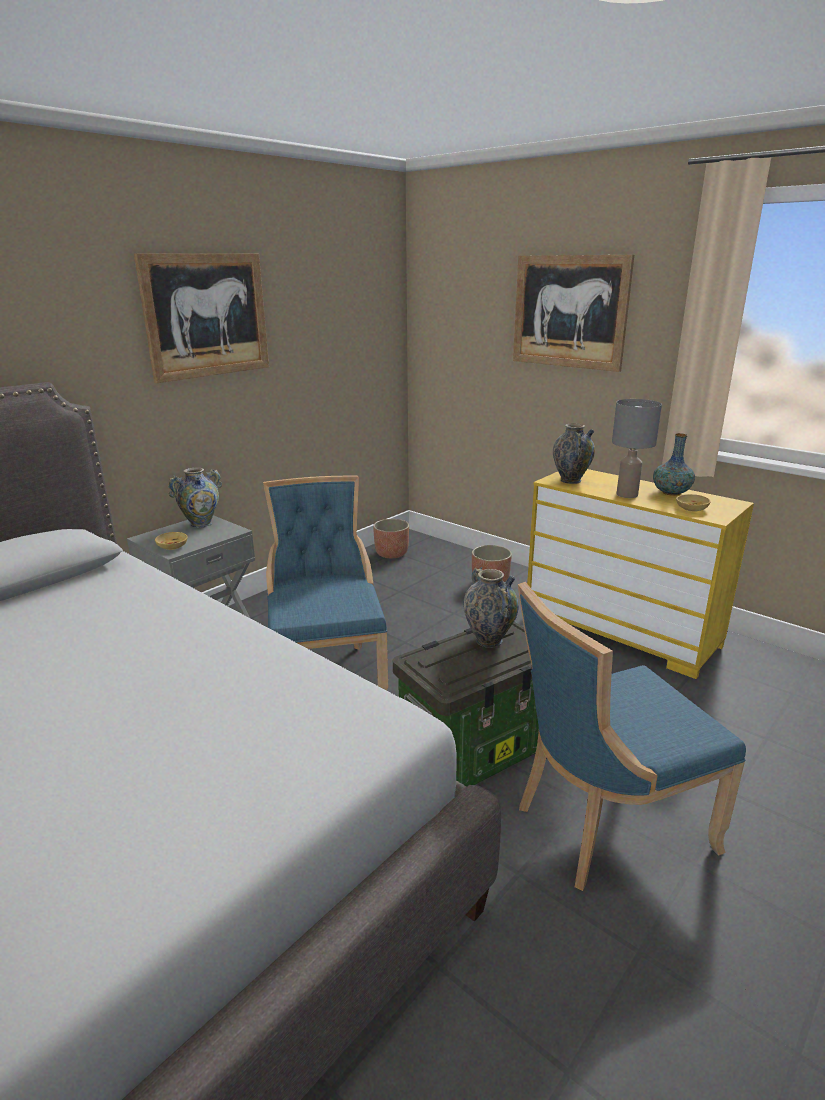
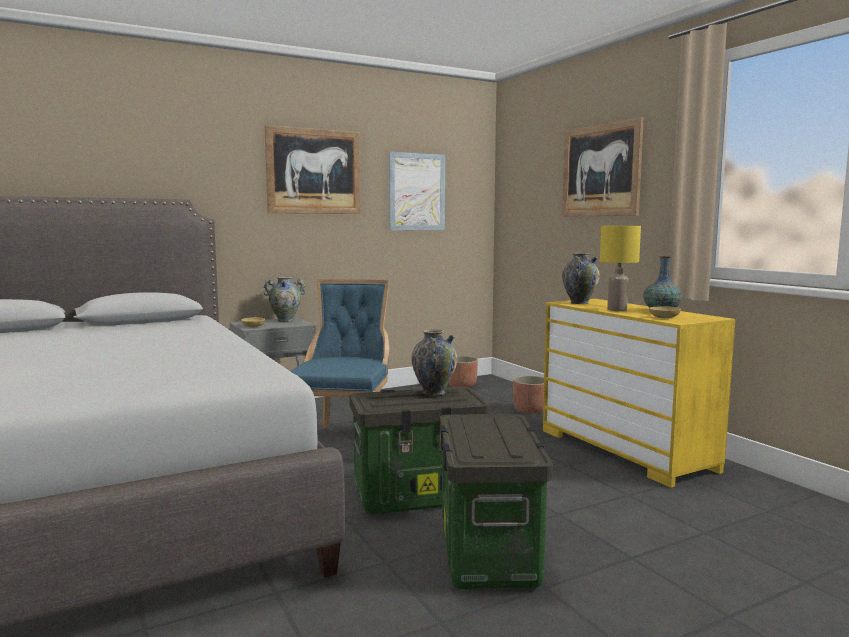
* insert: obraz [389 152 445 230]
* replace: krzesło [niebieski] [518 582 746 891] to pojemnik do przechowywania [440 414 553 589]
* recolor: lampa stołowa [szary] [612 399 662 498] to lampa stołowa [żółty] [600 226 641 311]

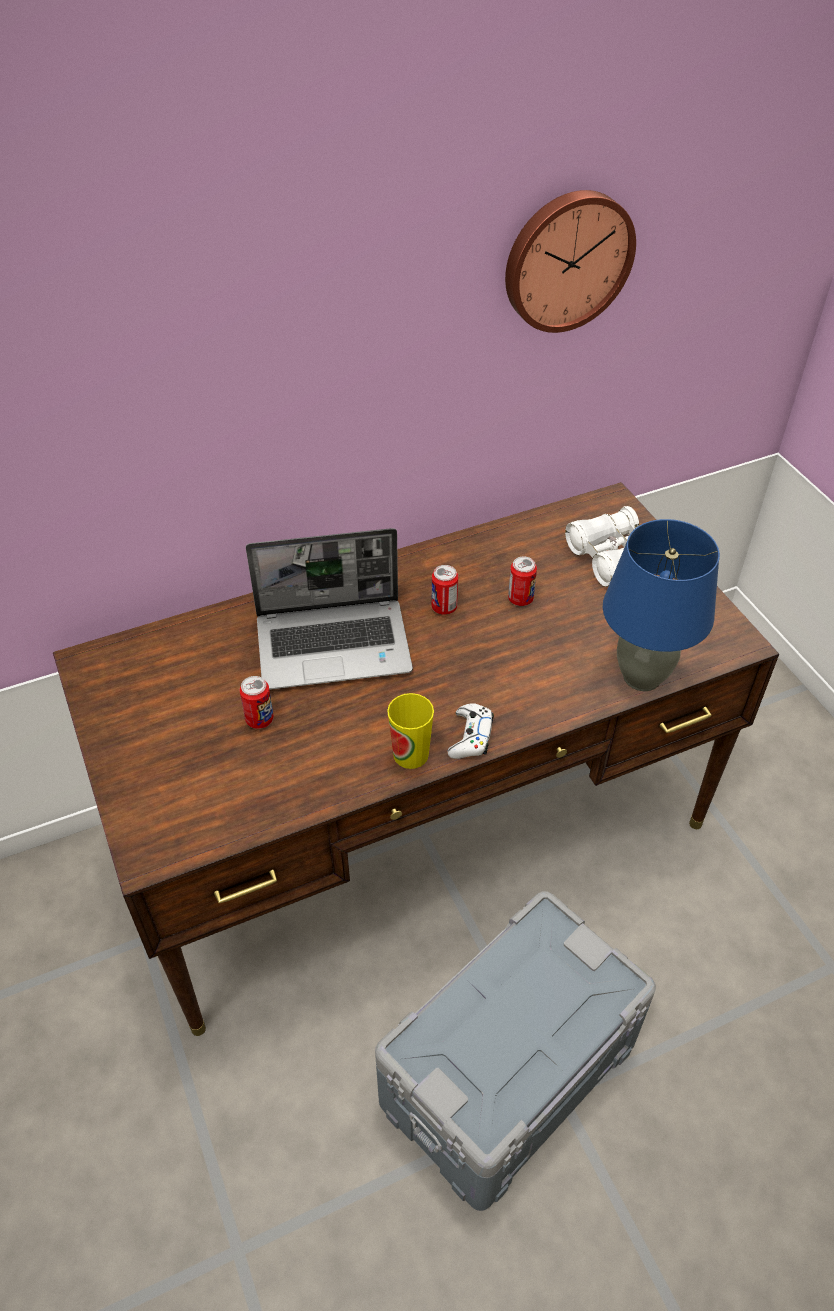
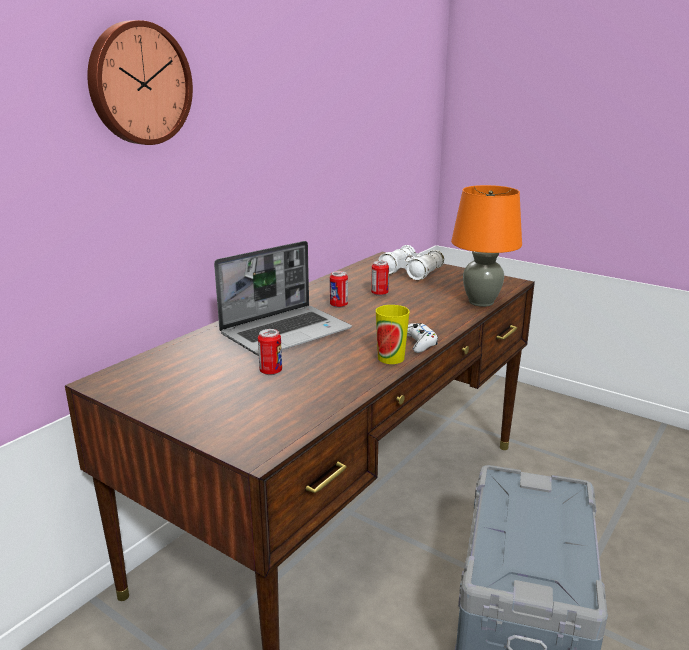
* move: zegar ścienny [505 190 636 333] to [87 20 193 145]
* recolor: lampa stołowa [niebieski] [603 519 720 691] to lampa stołowa [pomarańczowy] [451 185 522 307]

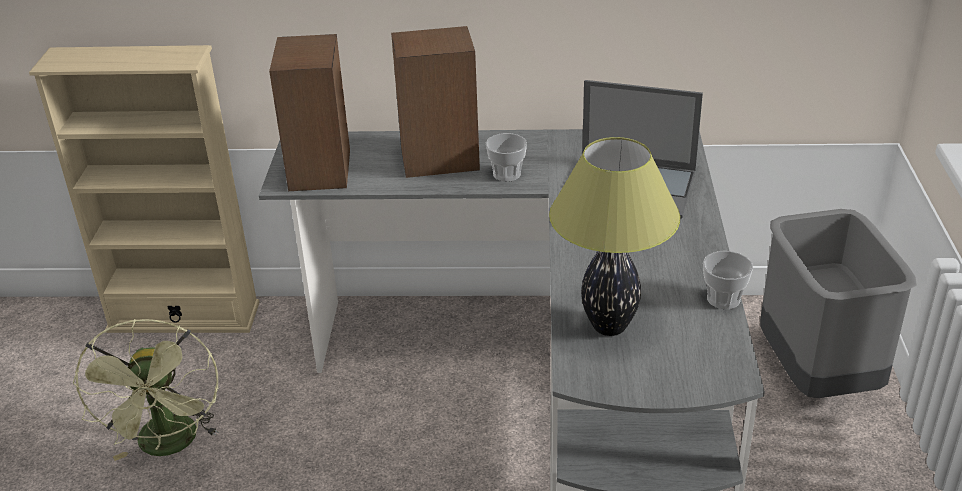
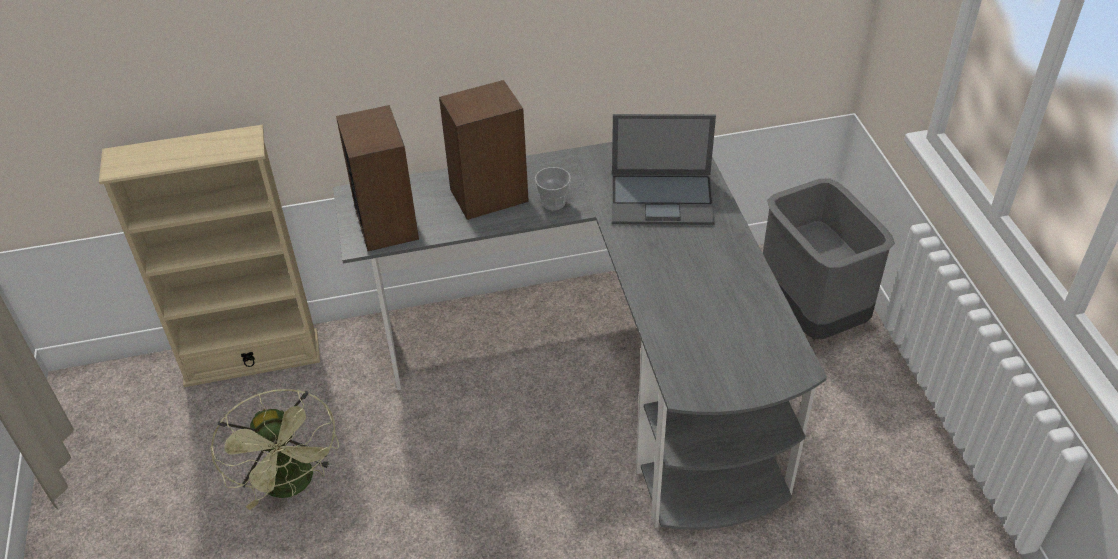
* delete: lampa stołowa [549 137 680 336]
* delete: filiżanka [703 251 753 309]

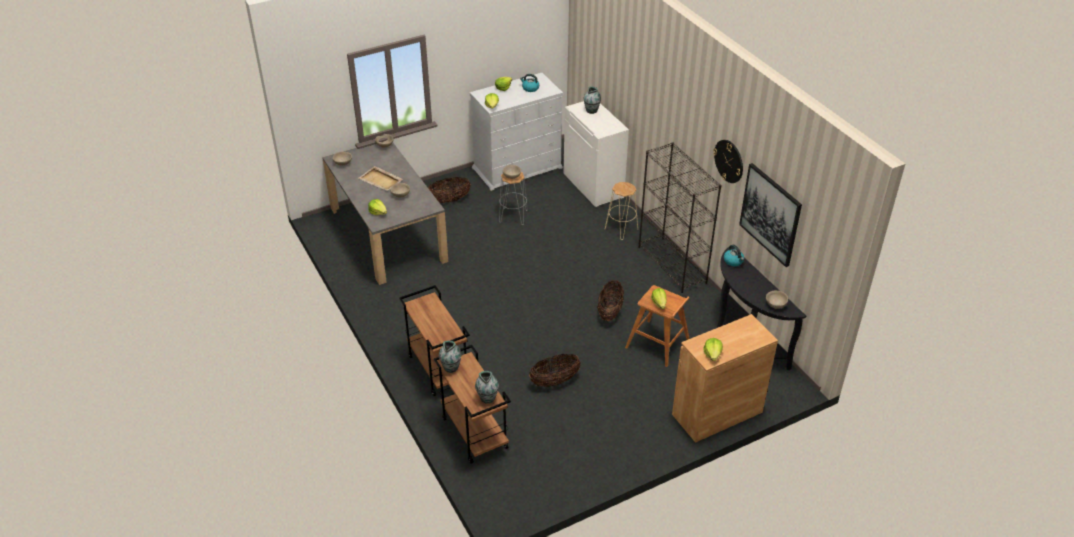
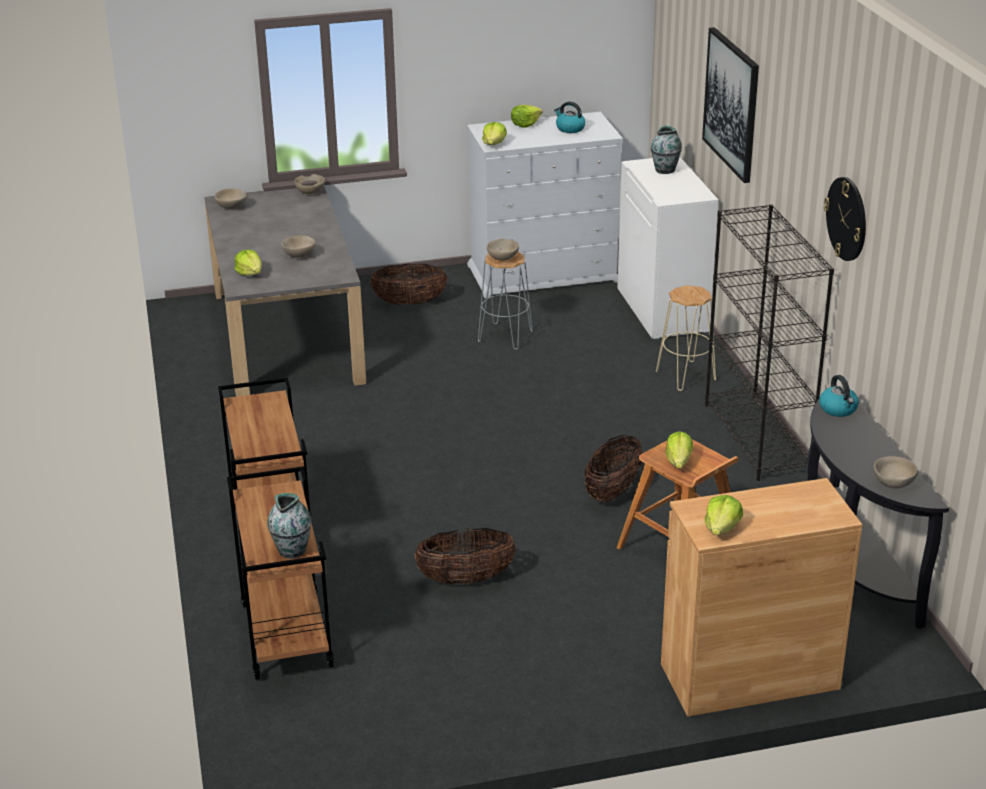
* move: obraz [739 163 802 267] to [702 27 759 183]
* delete: taca [beżowy] [358 166 403 191]
* delete: wazon [439 340 462 373]

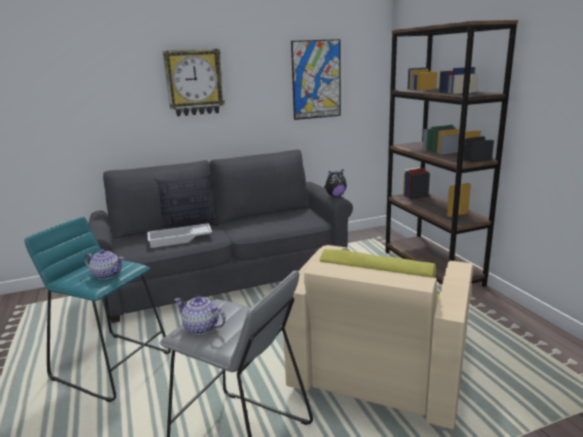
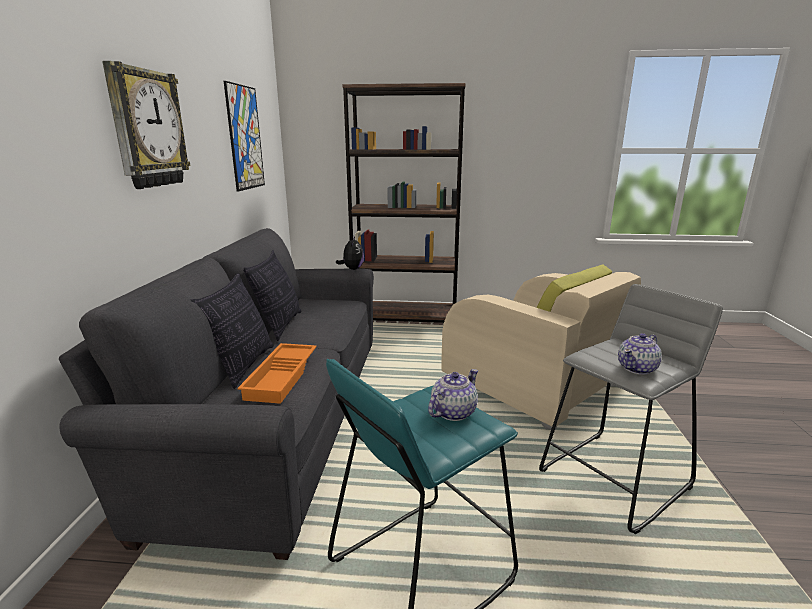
* recolor: taca [biały] [147 223 212 248] to taca [pomarańczowy] [237 343 317 404]
* insert: poduszka [243 250 302 341]

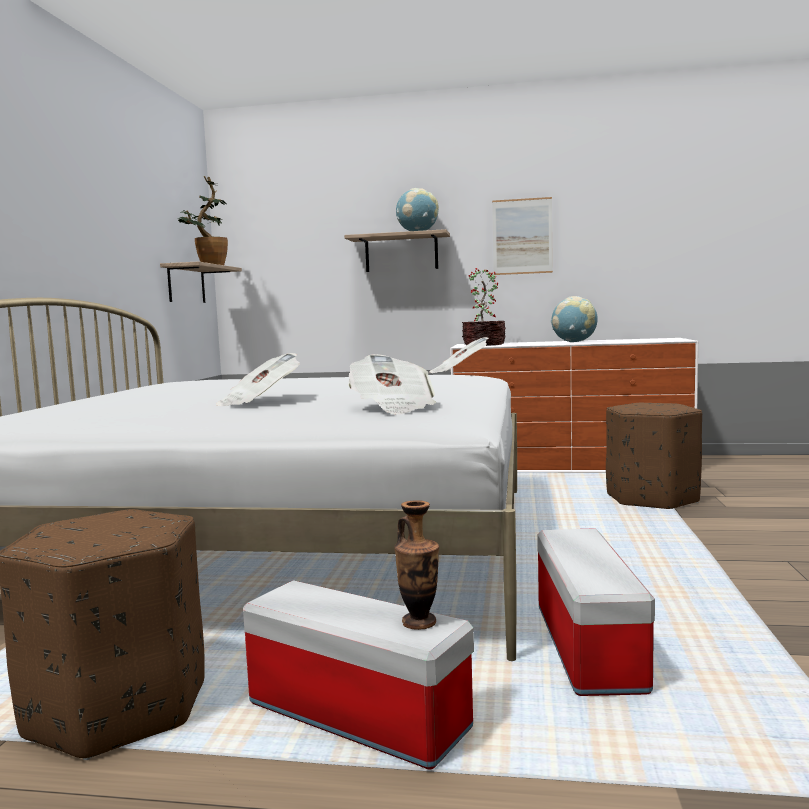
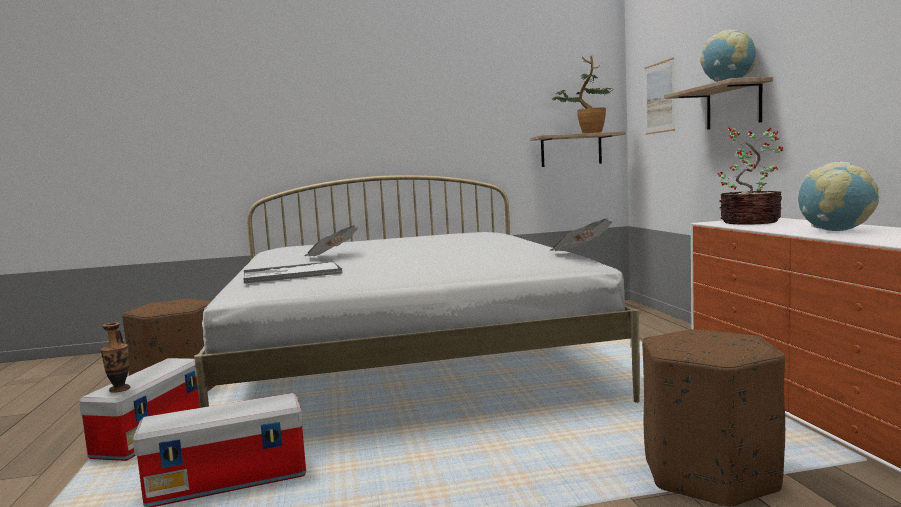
* replace: gazeta [348 354 436 414] to taca [243 261 343 283]
* move: obraz [492 197 553 275] to [645 58 675 135]

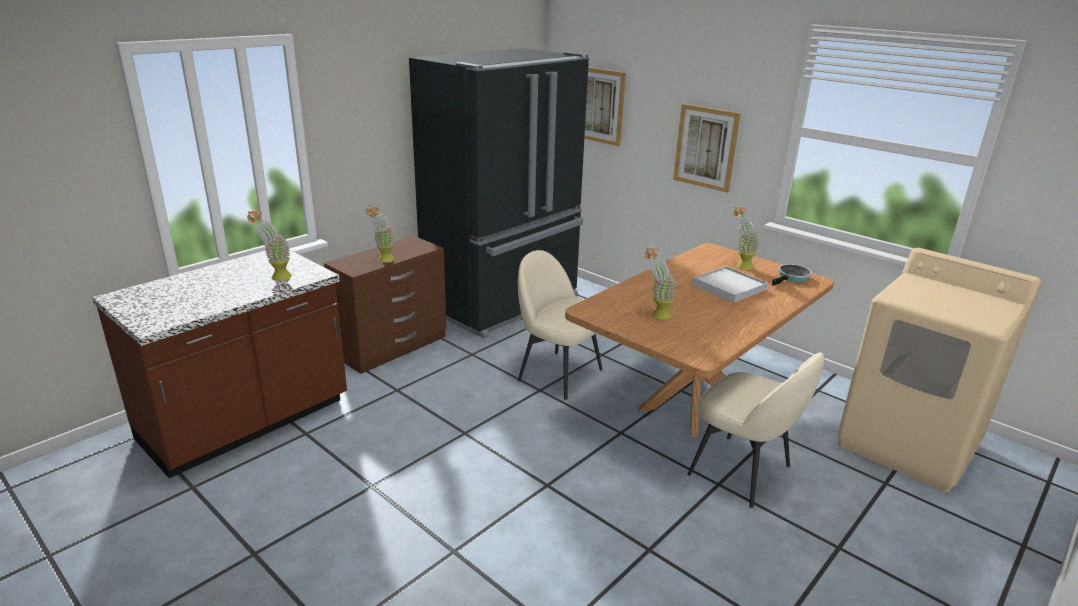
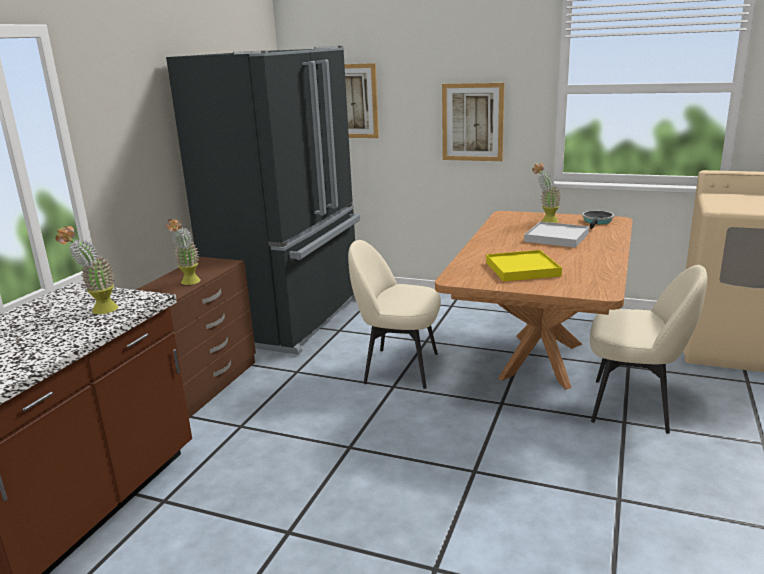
* replace: roślina doniczkowa [645 246 676 319] to taca [żółty] [486 250 562 282]

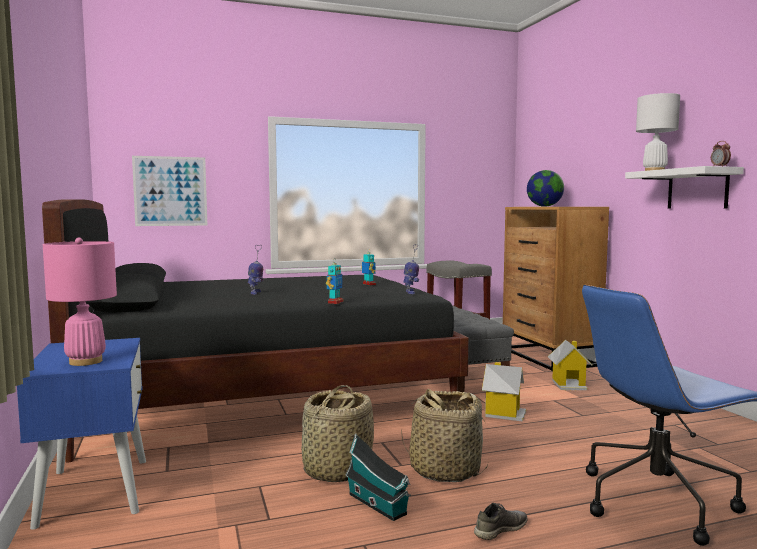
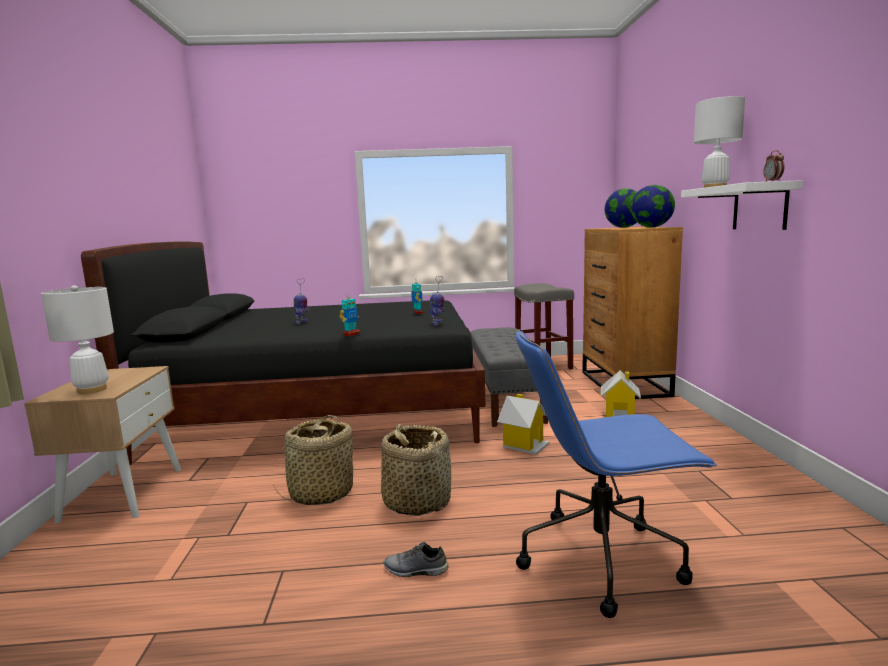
* recolor: szafka nocna [niebieski] [17 338 146 530] to szafka nocna [beżowy] [24 366 181 524]
* recolor: lampa stołowa [różowy] [43 238 117 366] to lampa stołowa [biały] [41 285 114 394]
* rotate: but [szary] [474 503 528 540] = [384 542 448 577] 150 degrees counterclockwise
* insert: globus [631 185 675 227]
* delete: obraz [132 156 207 226]
* delete: domek [345 434 411 521]

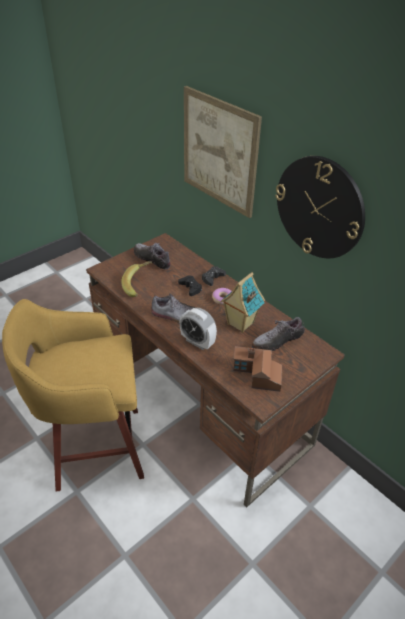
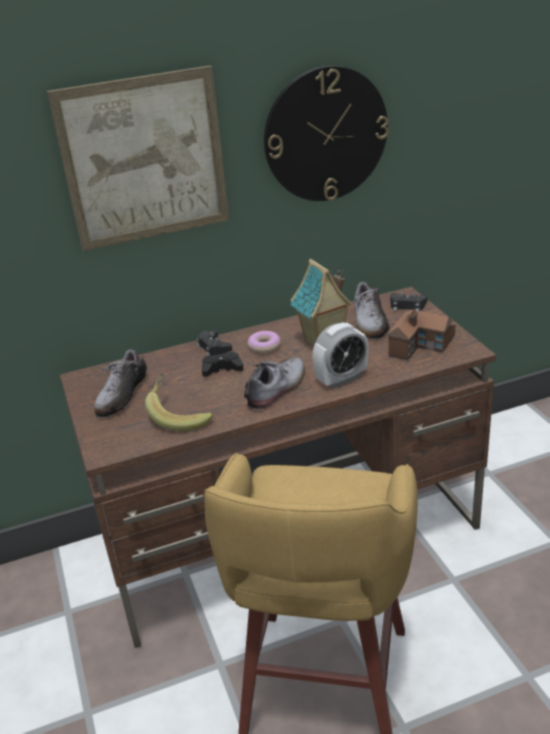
* rotate: but [134 243 170 270] = [94 349 147 417] 45 degrees counterclockwise
* insert: pad do gier [czarny] [390 293 428 311]

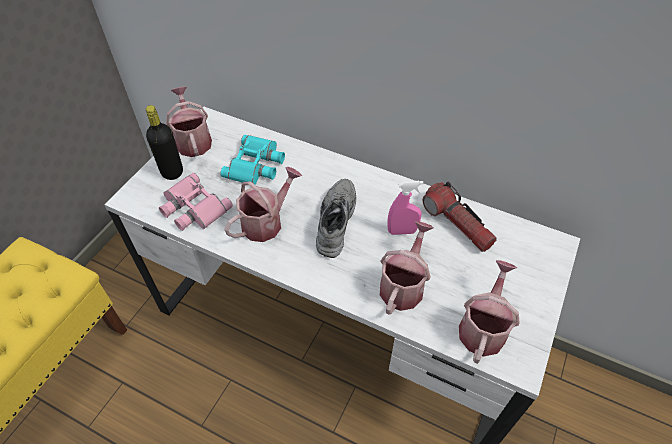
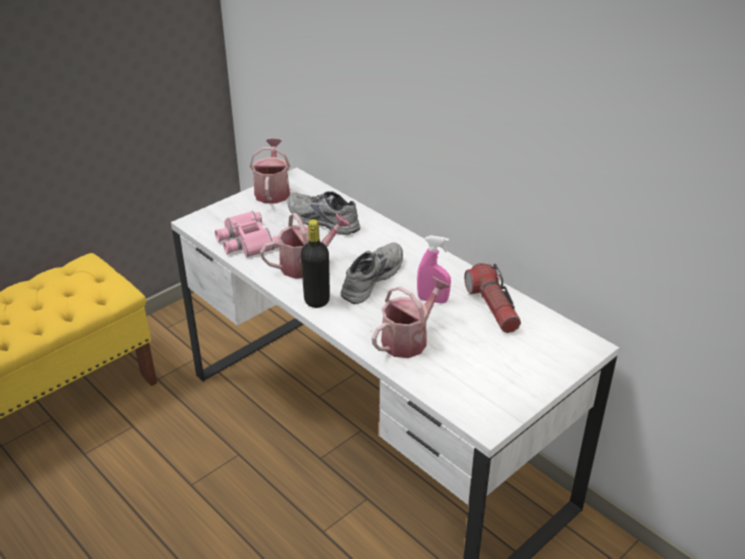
* replace: lornetka [turkusowy] [220 135 285 185] to but [szary] [288 191 360 235]
* move: butelka [czarny] [146 105 183 180] to [301 219 330 308]
* delete: konewka [459 260 520 364]

